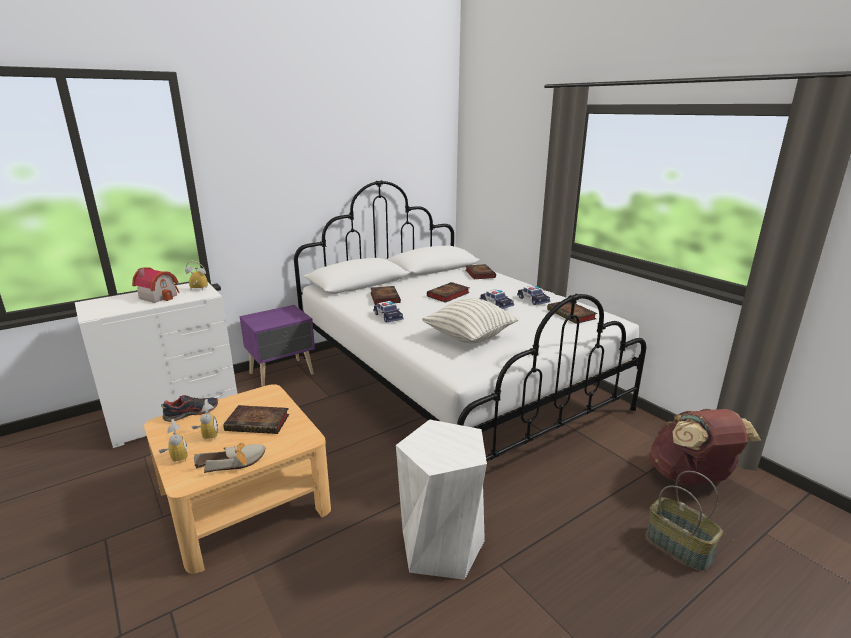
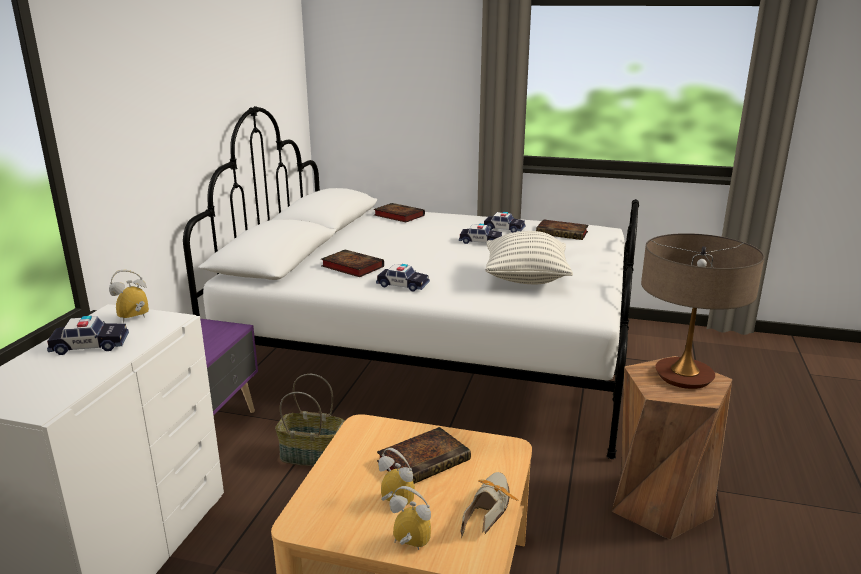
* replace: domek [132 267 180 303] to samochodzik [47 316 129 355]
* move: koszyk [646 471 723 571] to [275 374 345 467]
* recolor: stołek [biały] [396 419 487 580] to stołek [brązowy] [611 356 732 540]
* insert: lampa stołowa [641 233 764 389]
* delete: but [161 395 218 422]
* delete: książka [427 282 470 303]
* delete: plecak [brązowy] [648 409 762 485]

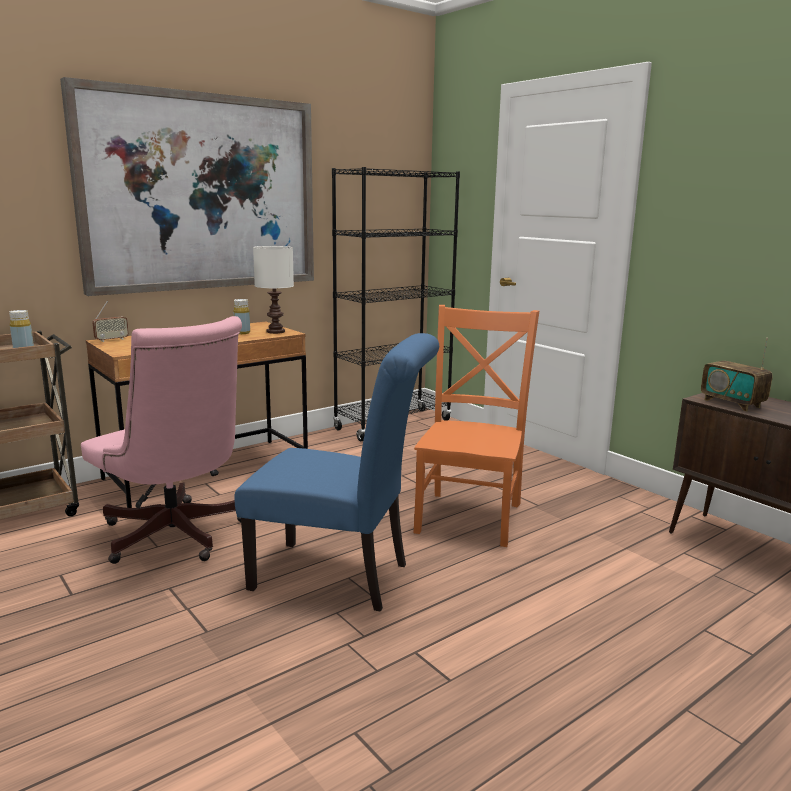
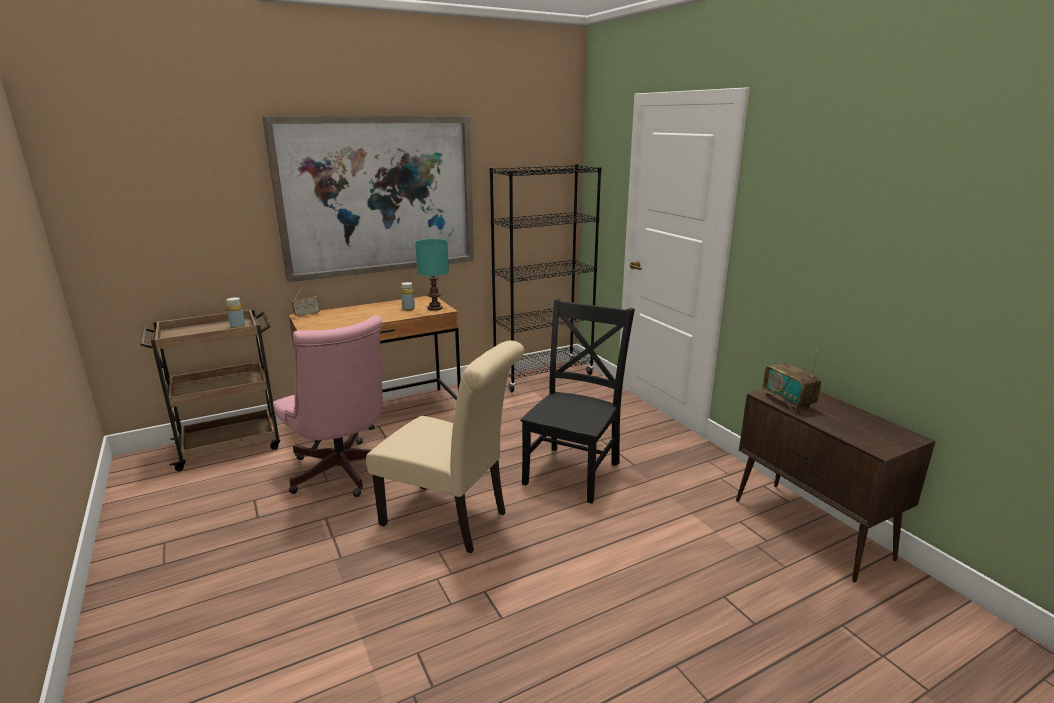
* recolor: krzesło [niebieski] [234 333 439 612] to krzesło [beżowy] [366 341 524 553]
* recolor: lampa stołowa [biały] [253 246 294 334] to lampa stołowa [turkusowy] [415 239 449 311]
* recolor: krzesło [pomarańczowy] [413 305 539 547] to krzesło [czarny] [520 298 635 504]

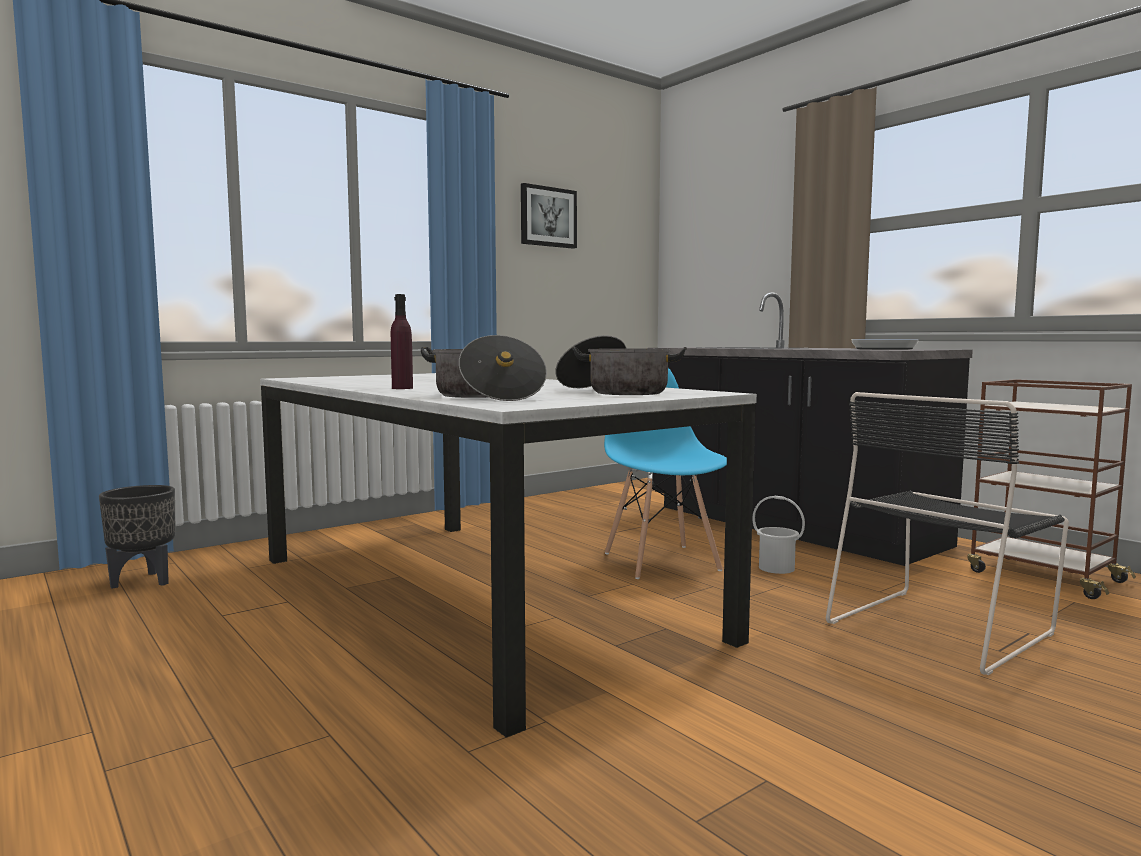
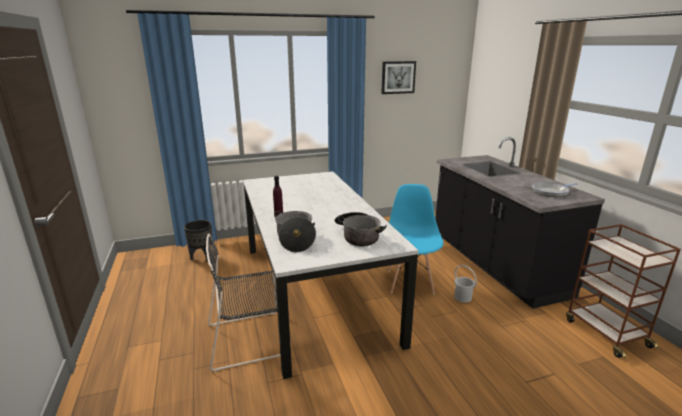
* move: krzesło [czarny] [826 392 1069 675] to [206 234 281 371]

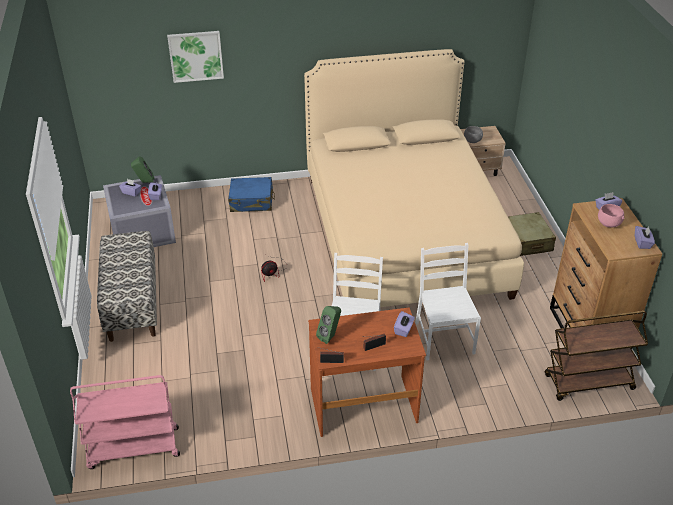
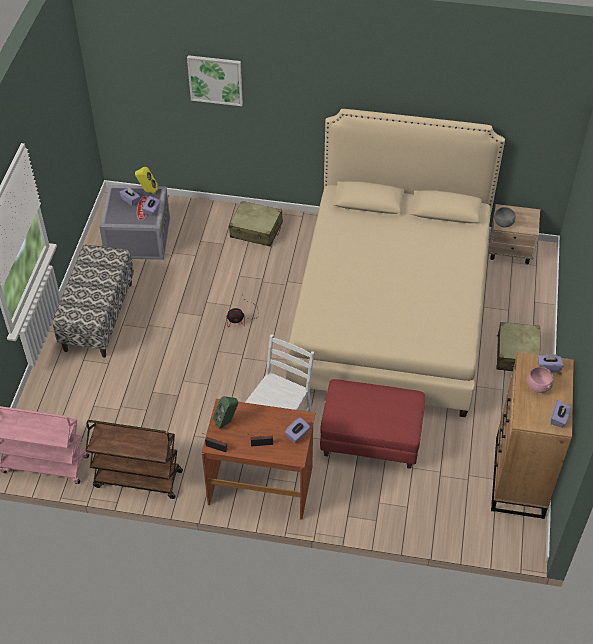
* move: wózek [brązowy] [545 311 648 401] to [85 420 183 499]
* recolor: głośnik [zielony] [131 156 154 183] to głośnik [żółty] [135 167 158 194]
* recolor: walizka [niebieski] [228 177 275 212] to walizka [beżowy] [229 201 283 246]
* replace: krzesło [biały] [415 243 481 361] to pufa [czerwony] [320 379 425 469]

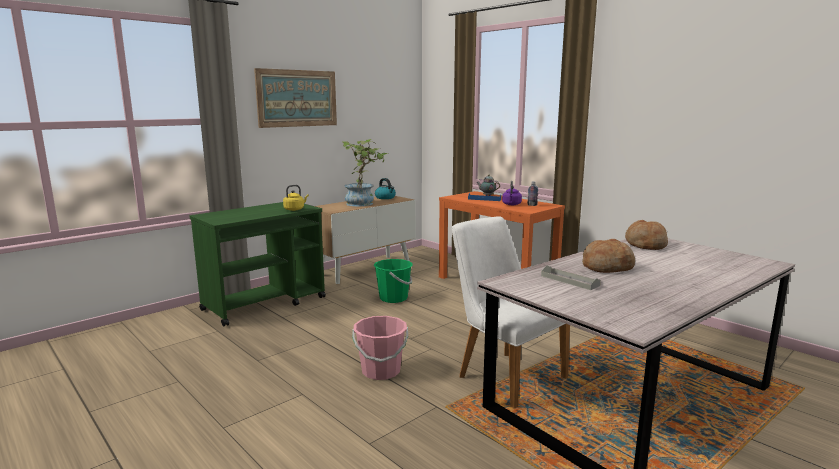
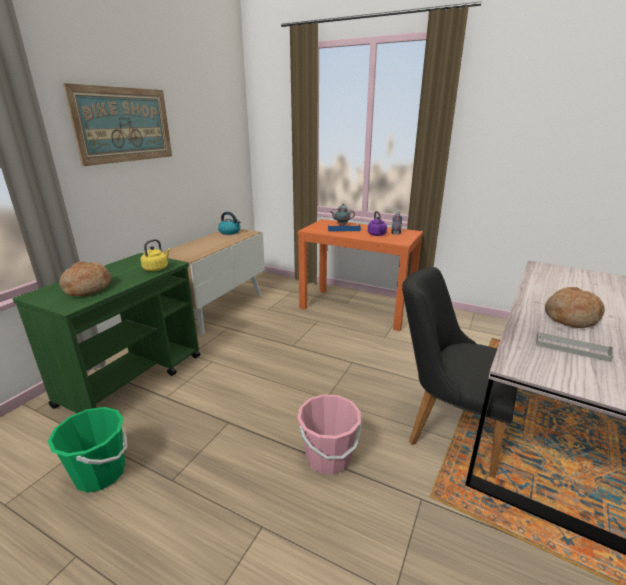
* move: wiadro [zielony] [373 259 413 303] to [47 407 127 493]
* move: chleb [625 220 668 250] to [59 261 111 296]
* recolor: krzesło [biały] [452 216 570 409] to krzesło [czarny] [402 267 517 478]
* delete: roślina doniczkowa [342 139 388 206]

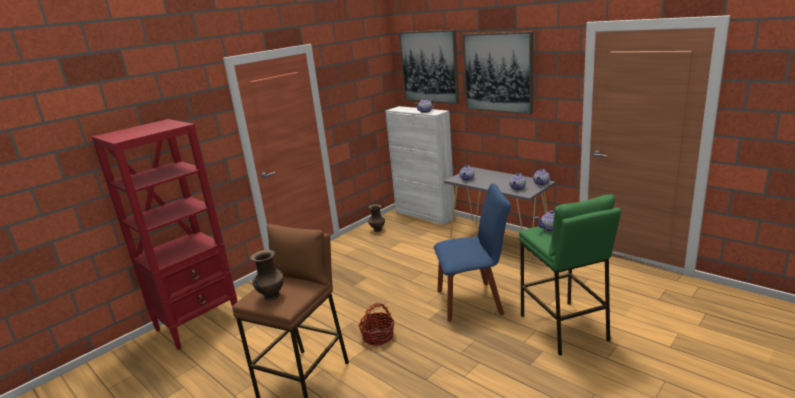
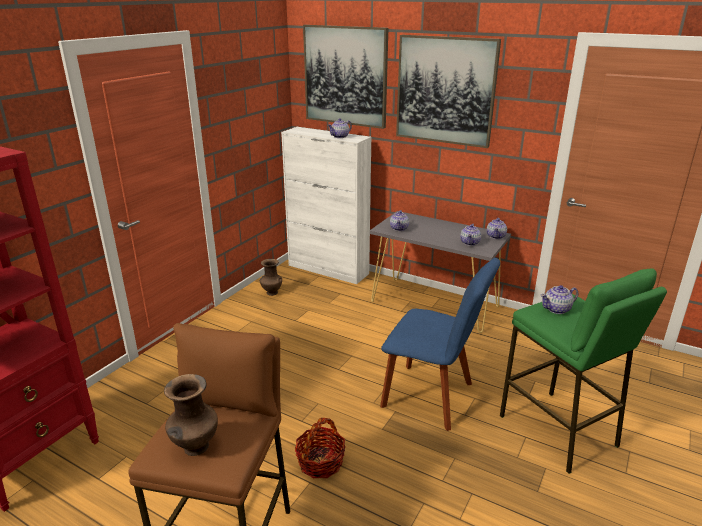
* rotate: krzesło [niebieski] [434 183 511 322] = [380 258 500 431] 45 degrees clockwise

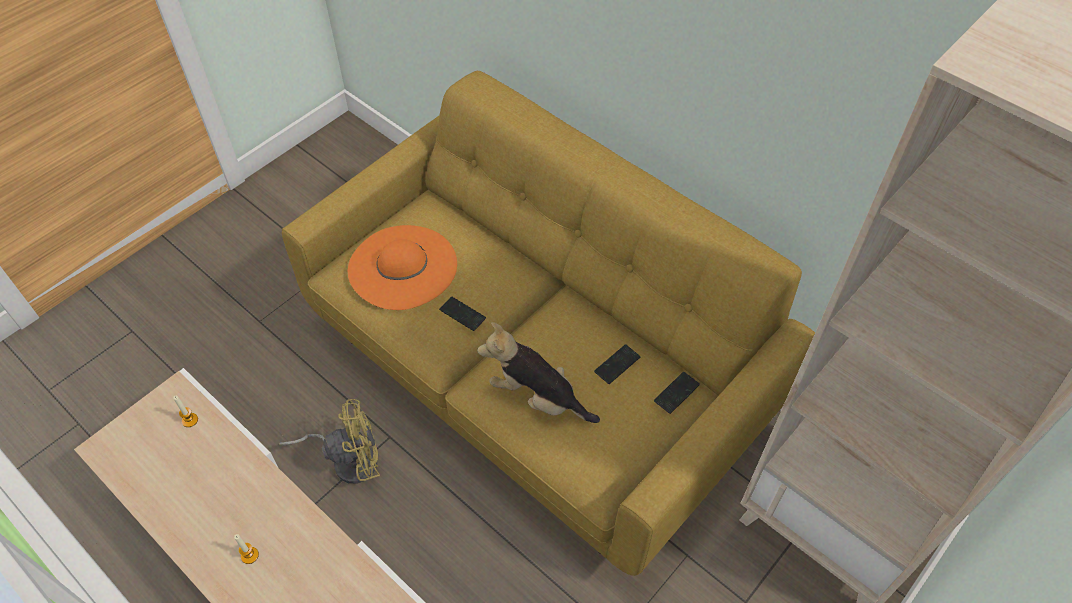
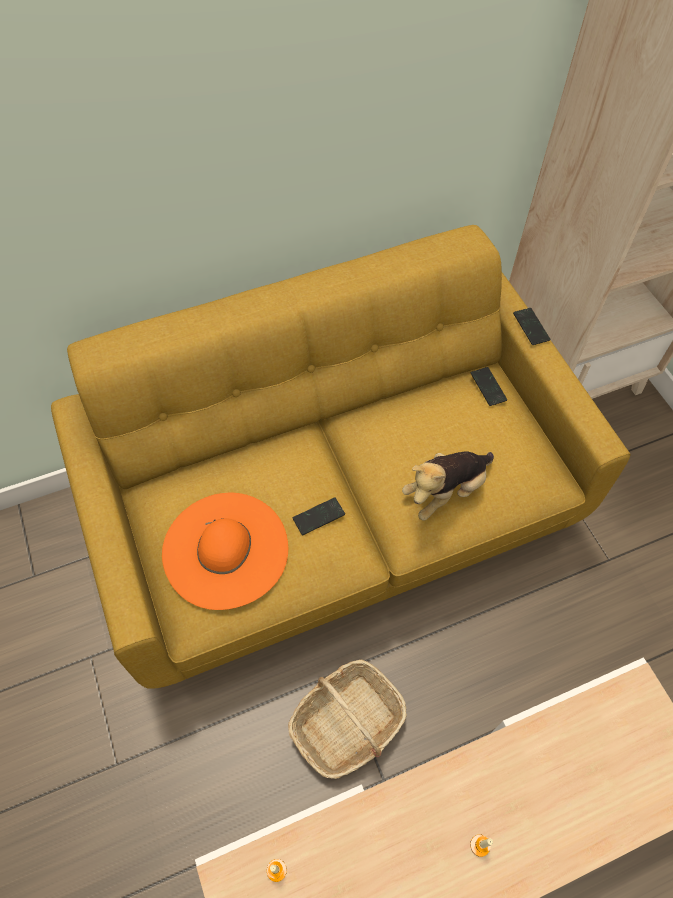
* replace: wentylator [żółty] [279 399 380 484] to koszyk [288 659 407 779]
* move: telefon [594 344 640 384] to [513 308 550 345]

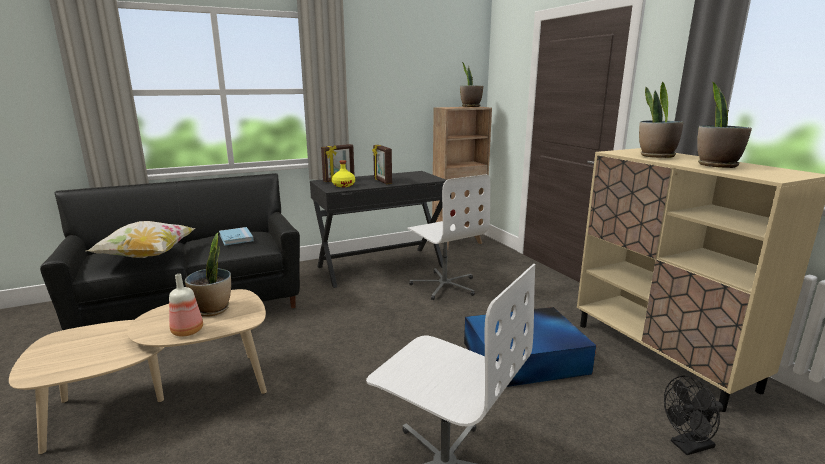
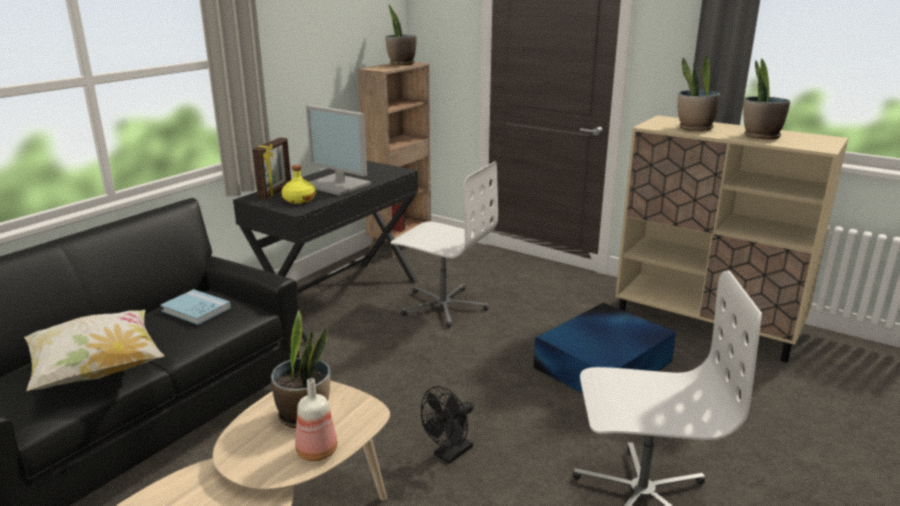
* replace: ramka na zdjęcie [372 145 392 184] to monitor [306 105 371 196]
* move: wentylator [czarny] [664 376 723 455] to [421 386 474 464]

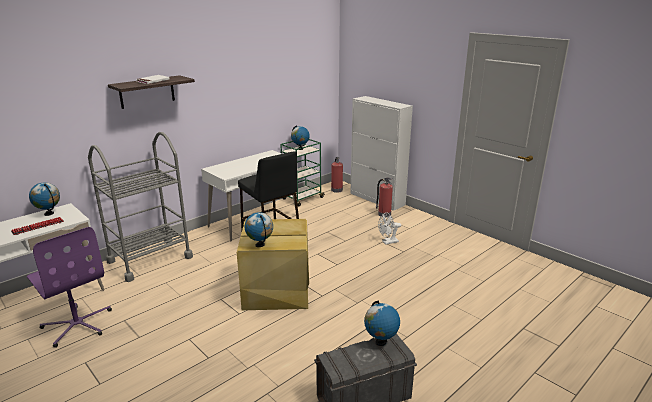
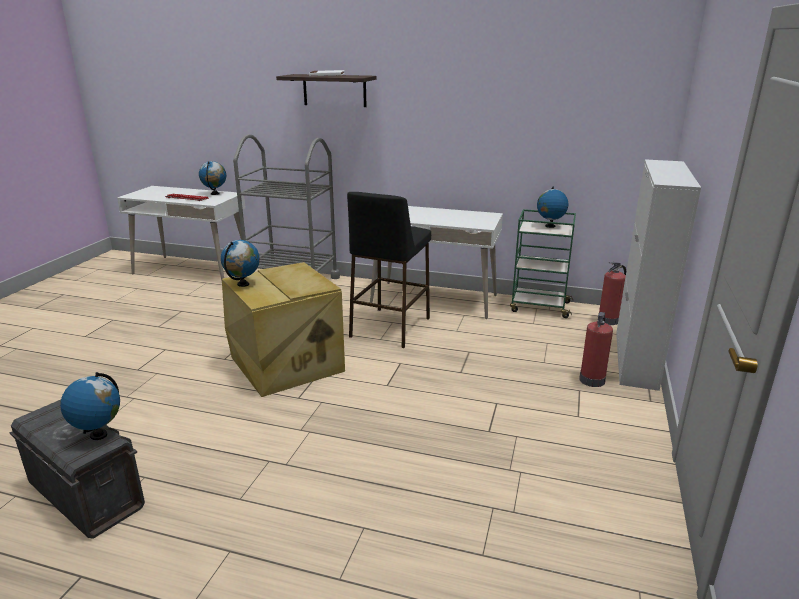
* delete: krzesło biurowe [fioletowy] [27 227 112 348]
* delete: wentylator [biały] [378 212 401 245]

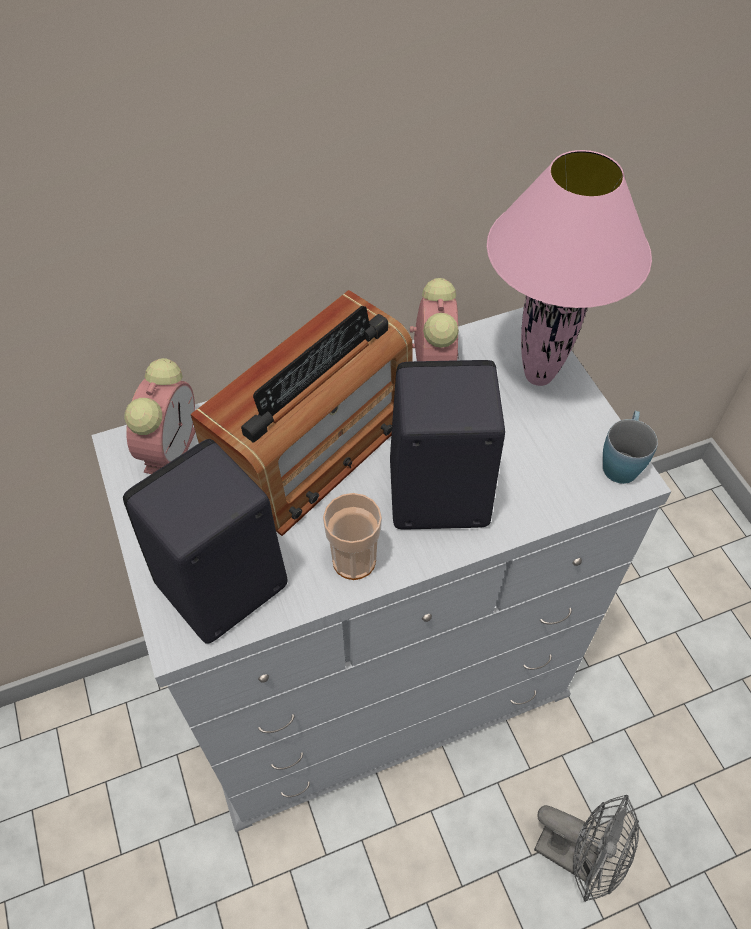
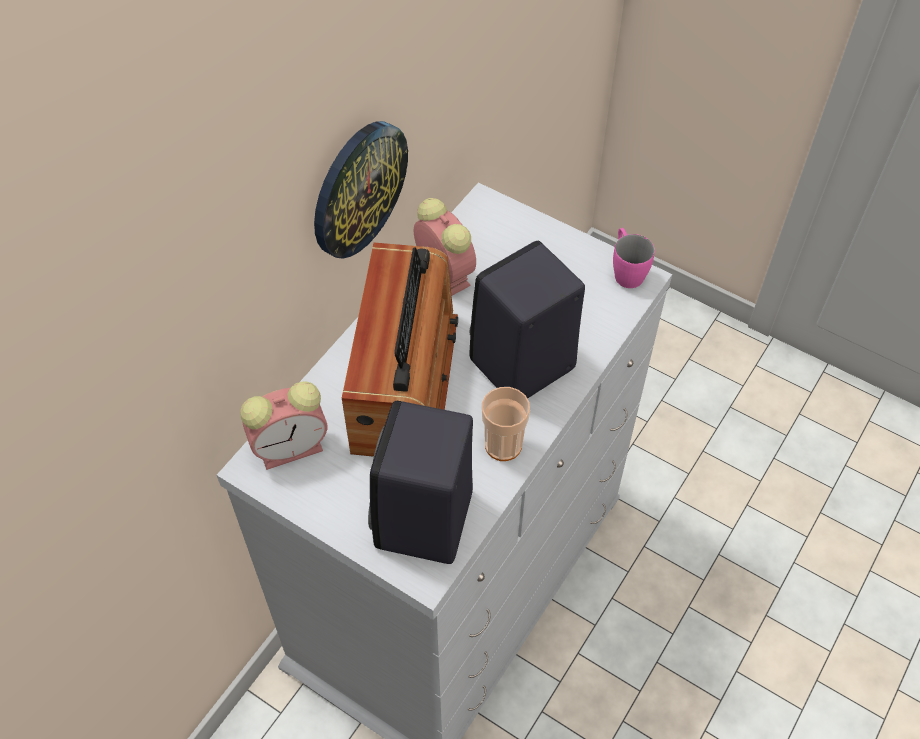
* rotate: budzik [124 358 195 474] = [240 381 328 470] 90 degrees clockwise
* insert: zegar ścienny [314 121 408 259]
* recolor: kubek [niebieski] [603 411 658 484] to kubek [różowy] [613 228 655 288]
* delete: lampa stołowa [różowy] [487 150 652 386]
* delete: wentylator [szary] [534 795 639 902]

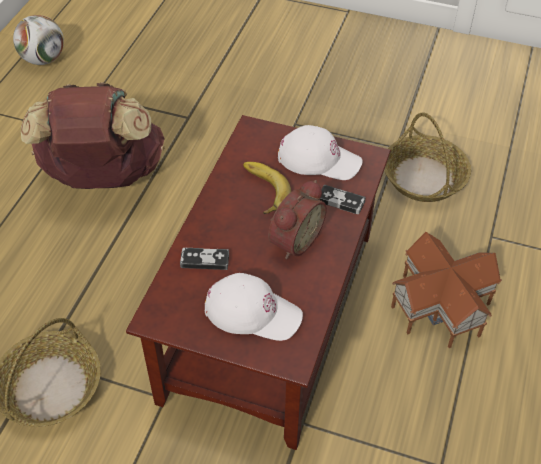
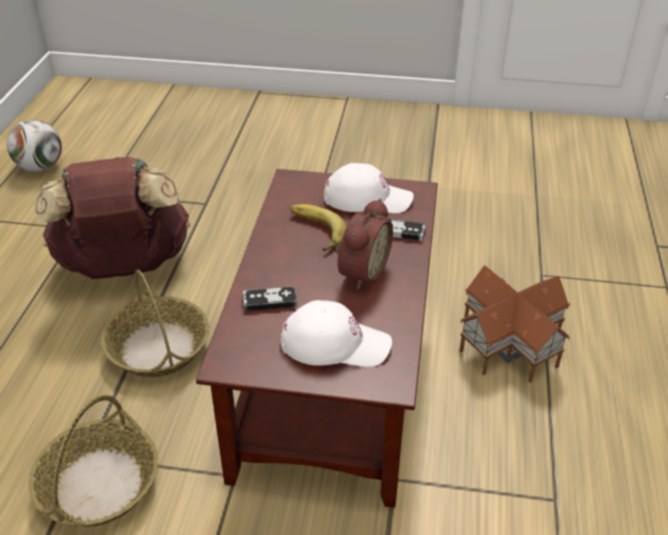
* move: koszyk [384 112 471 202] to [101 270 209 377]

